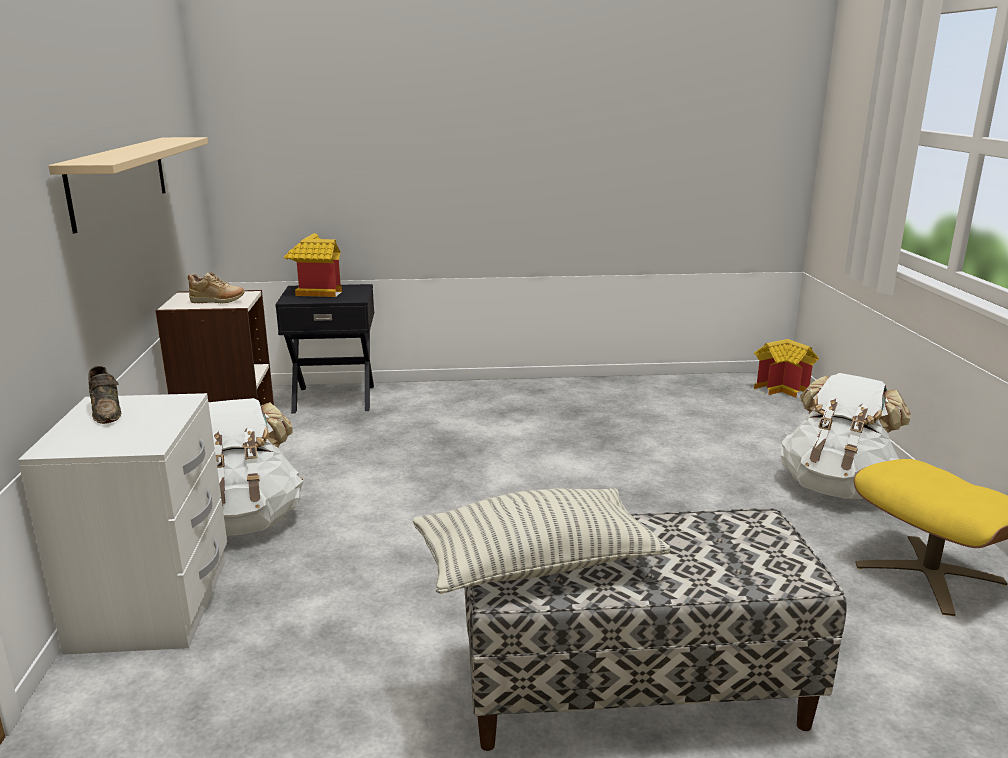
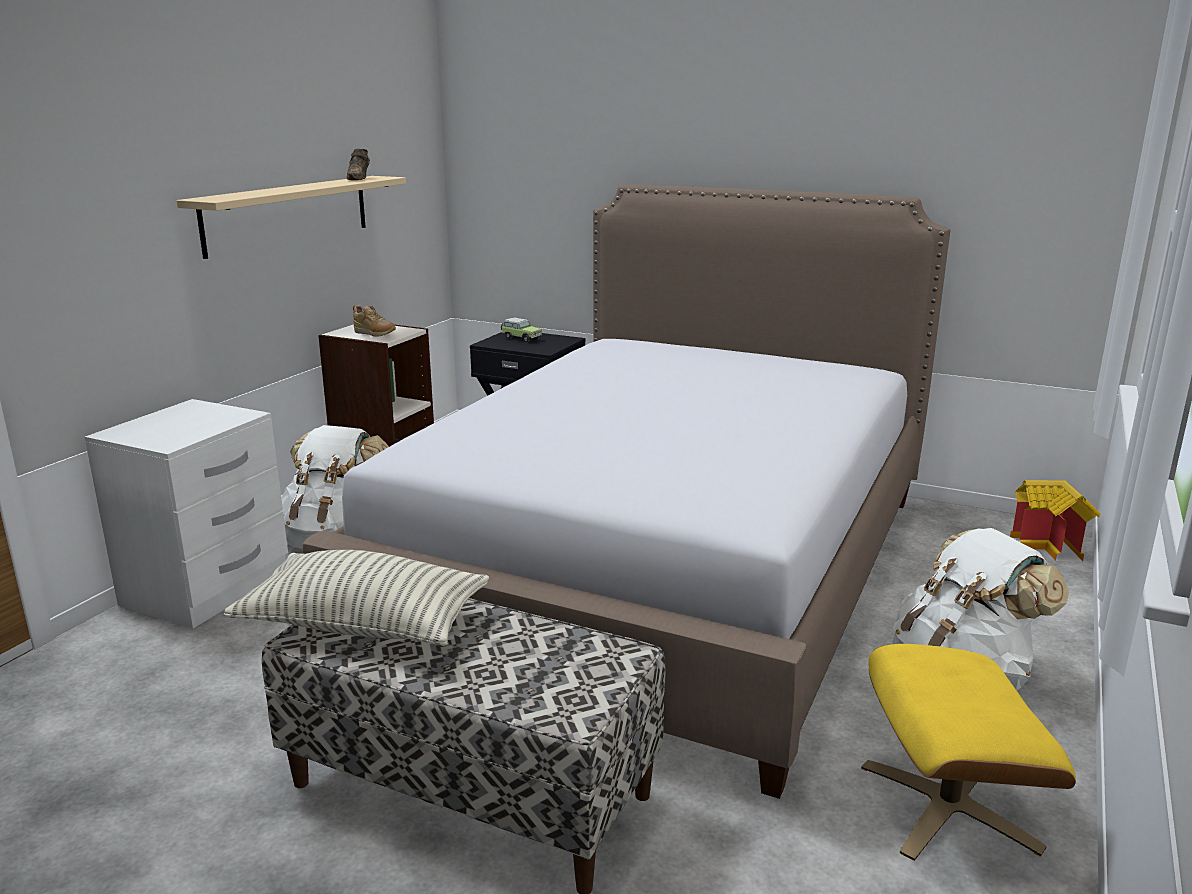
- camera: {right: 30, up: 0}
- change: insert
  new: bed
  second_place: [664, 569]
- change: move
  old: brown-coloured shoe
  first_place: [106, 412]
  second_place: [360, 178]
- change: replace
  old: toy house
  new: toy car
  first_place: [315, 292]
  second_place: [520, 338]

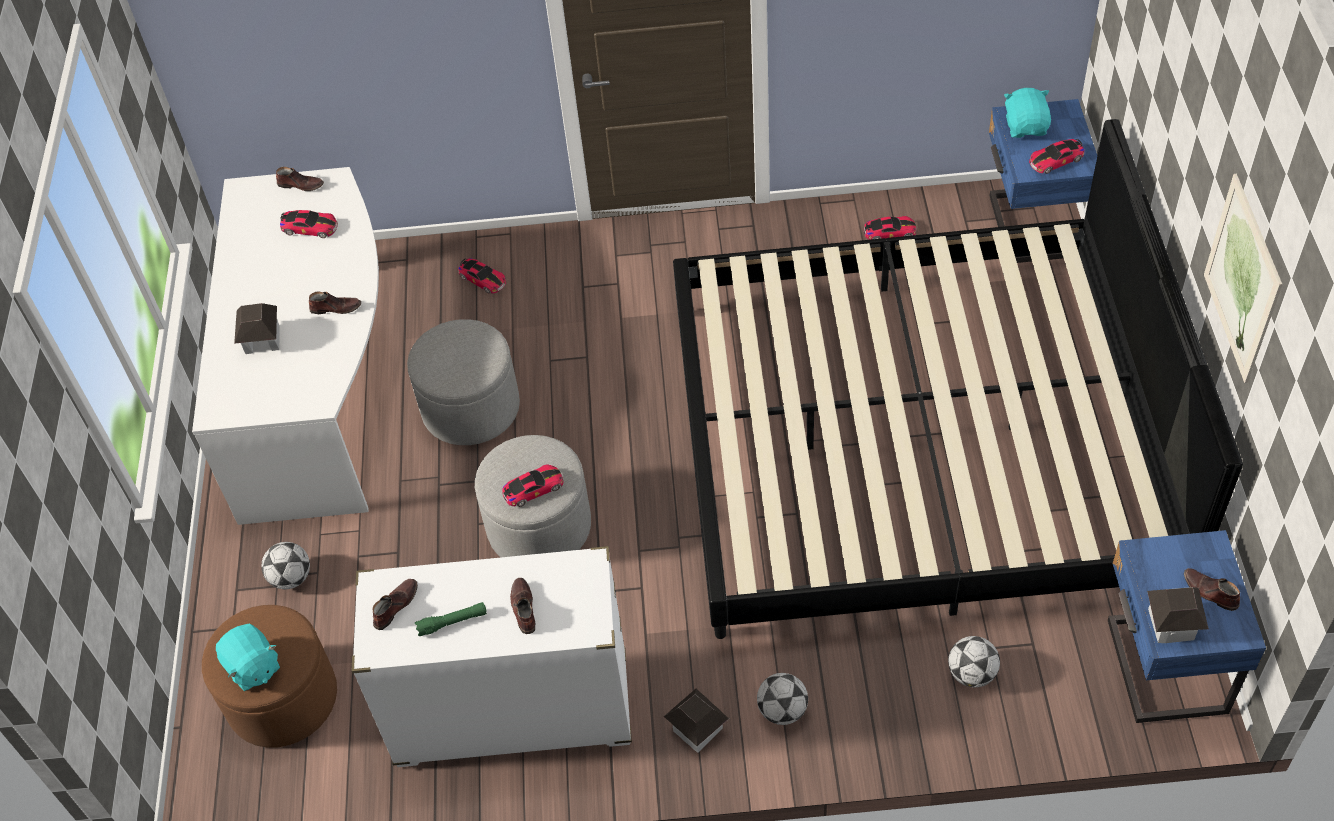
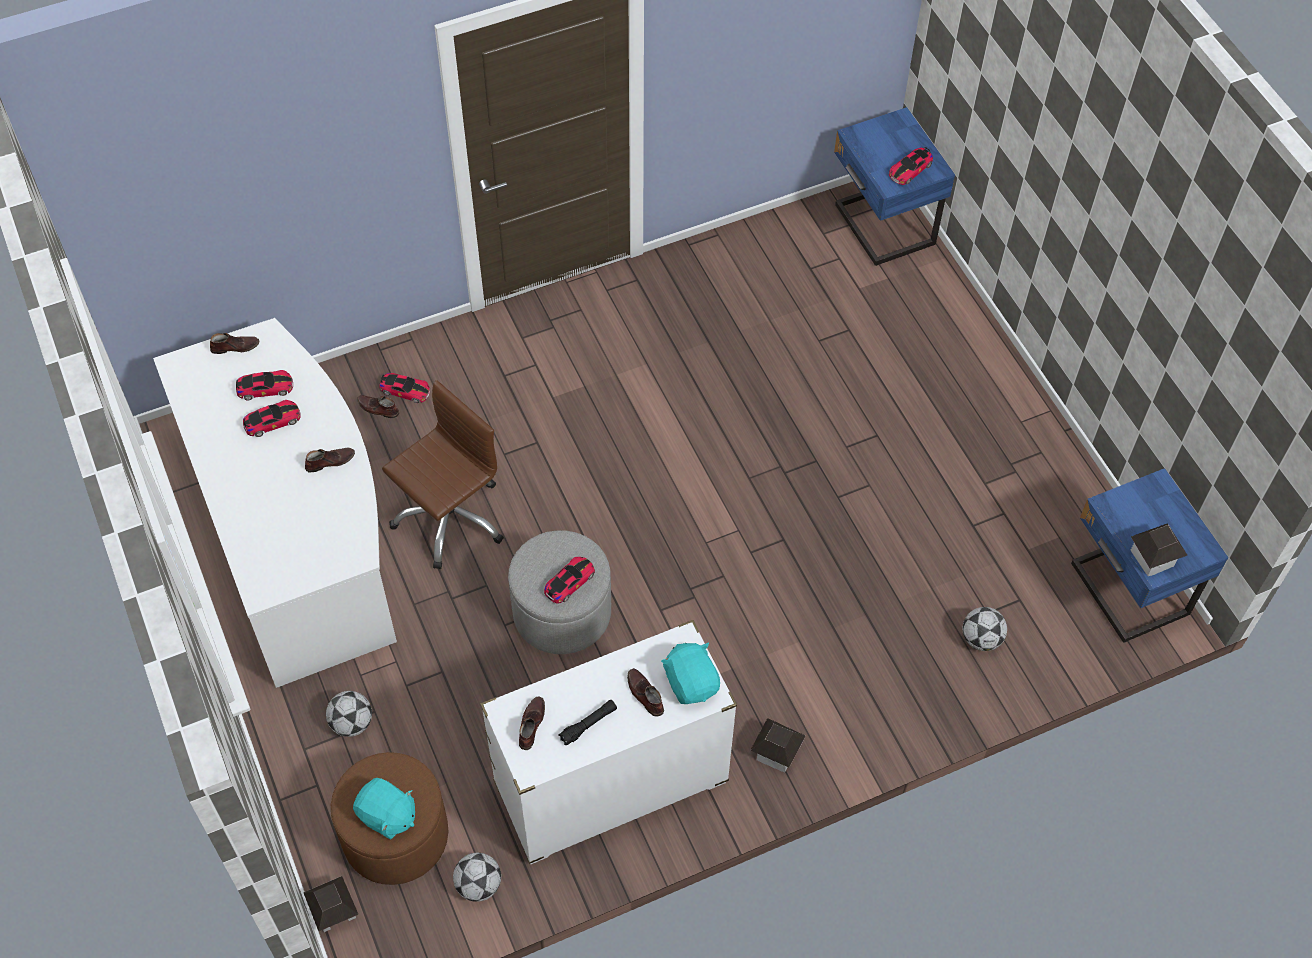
- camera: {right: -25, up: 5}
- change: move
  old: toy car
  first_place: [889, 232]
  second_place: [272, 421]
- change: move
  old: toy house
  first_place: [262, 340]
  second_place: [334, 911]
- change: move
  old: brown-coloured shoe
  first_place: [1209, 592]
  second_place: [378, 409]
- change: replace
  old: gray pouffe
  new: brown-coloured computer chair
  first_place: [471, 408]
  second_place: [449, 518]
- change: move
  old: ball for football
  first_place: [782, 710]
  second_place: [479, 885]
- change: recolor
  old: green-coloured flashlight
  new: blackish flashlight
  first_place: [452, 622]
  second_place: [588, 725]
- change: move
  old: turquoise-coloured cuddly toy
  first_place: [1026, 127]
  second_place: [691, 682]
- change: delete
  old: bed
  first_place: [915, 442]
- change: delete
  old: wall art
  first_place: [1242, 279]

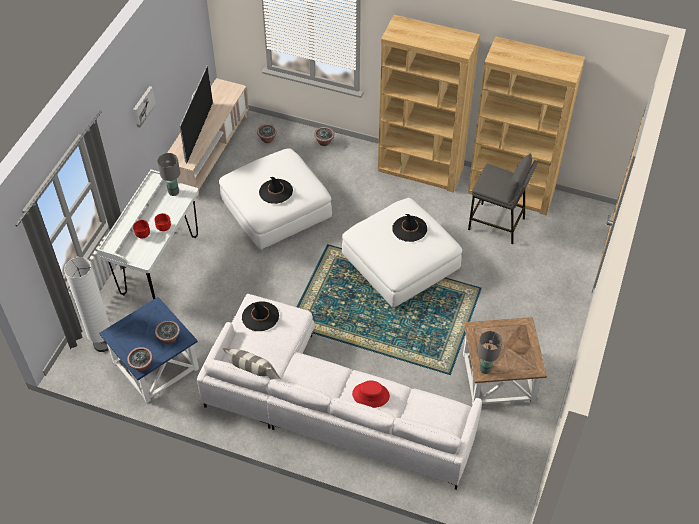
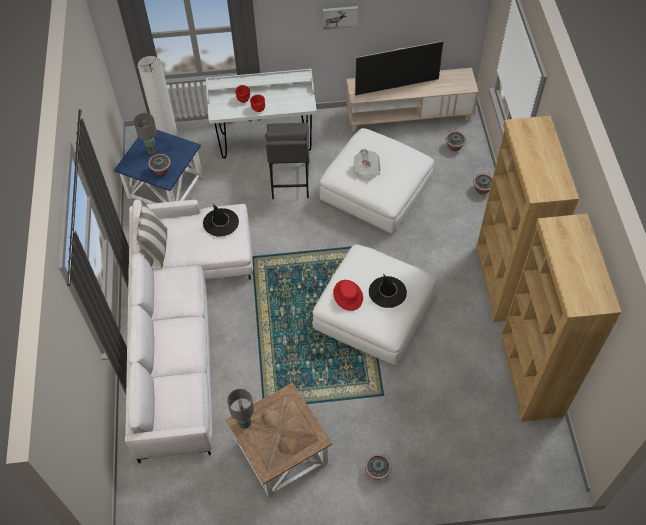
- camera: {right: 65, up: 5}
- change: move
  old: gray table lamp
  first_place: [174, 192]
  second_place: [152, 150]
- change: move
  old: gray stool
  first_place: [496, 224]
  second_place: [290, 180]
- change: move
  old: reddish wearable hat
  first_place: [370, 395]
  second_place: [348, 295]
- change: replace
  old: blackish wearable hat
  new: daily paper
  first_place: [275, 191]
  second_place: [367, 170]
- change: move
  old: potted plant
  first_place: [142, 366]
  second_place: [377, 472]

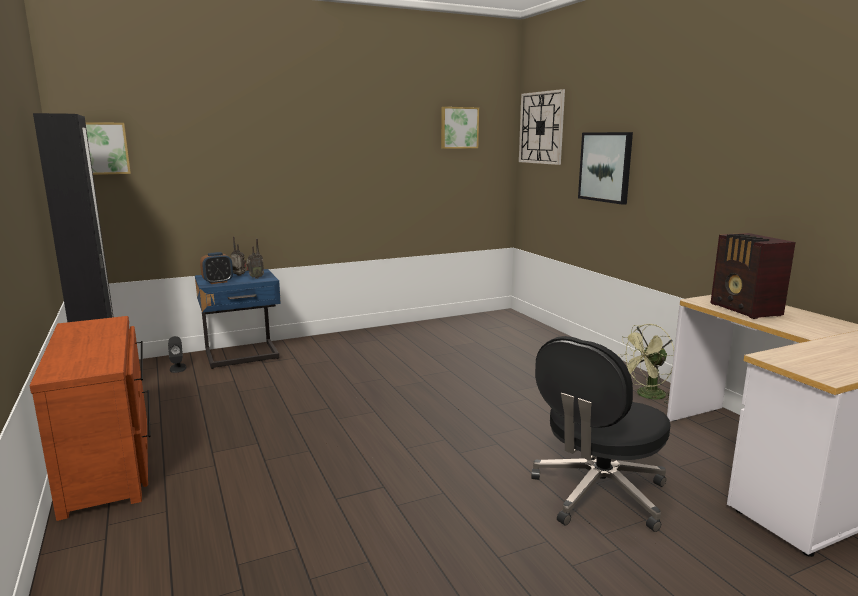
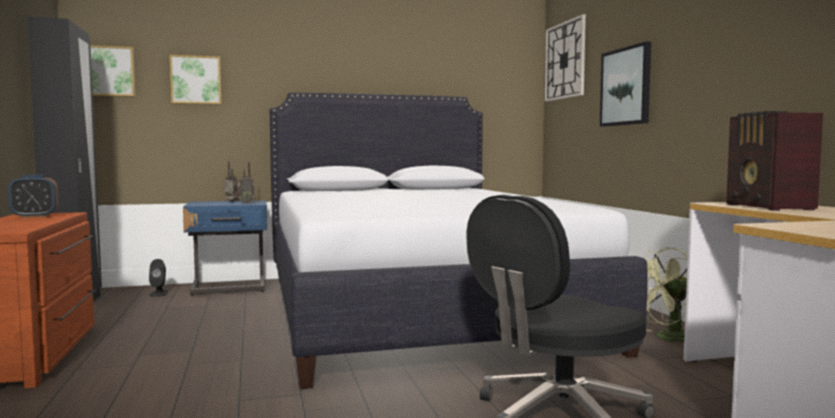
- camera: {right: 10, up: -10}
- change: move
  old: table clock
  first_place: [218, 282]
  second_place: [34, 216]
- change: move
  old: wall art
  first_place: [459, 128]
  second_place: [196, 80]
- change: insert
  new: white bed
  second_place: [415, 309]

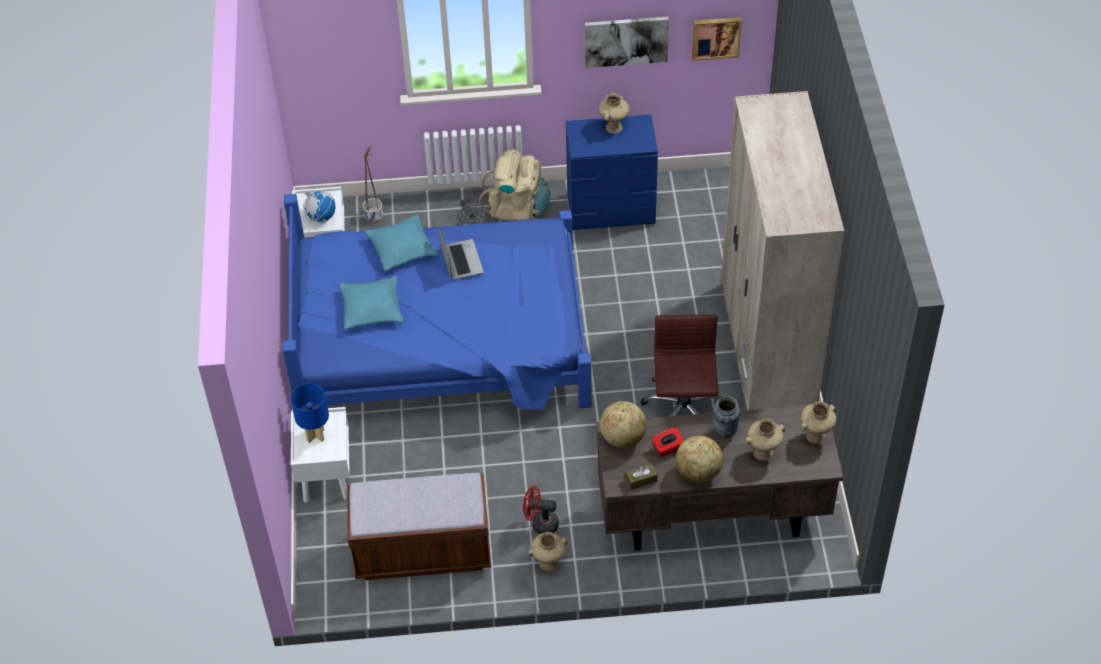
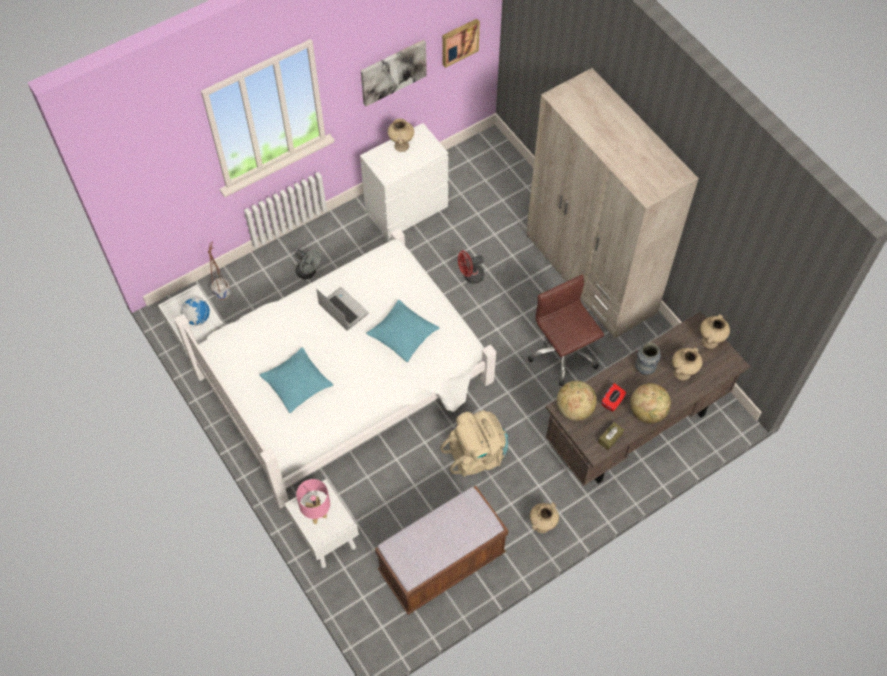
- camera: {right: -30, up: 10}
- change: recolor
  old: blue-coloured bed
  new: white bed
  first_place: [443, 342]
  second_place: [346, 378]
- change: recolor
  old: blue-coloured table lamp
  new: pink-coloured table lamp
  first_place: [315, 435]
  second_place: [317, 514]
- change: recolor
  old: blue-coloured drawer chest
  new: white drawer chest
  first_place: [611, 210]
  second_place: [407, 208]
- change: move
  old: turquoise-coloured cushion
  first_place: [402, 249]
  second_place: [403, 334]
- change: move
  old: beige-coloured rucksack
  first_place: [517, 208]
  second_place: [477, 455]
- change: move
  old: reddish electric fan
  first_place: [540, 523]
  second_place: [470, 276]

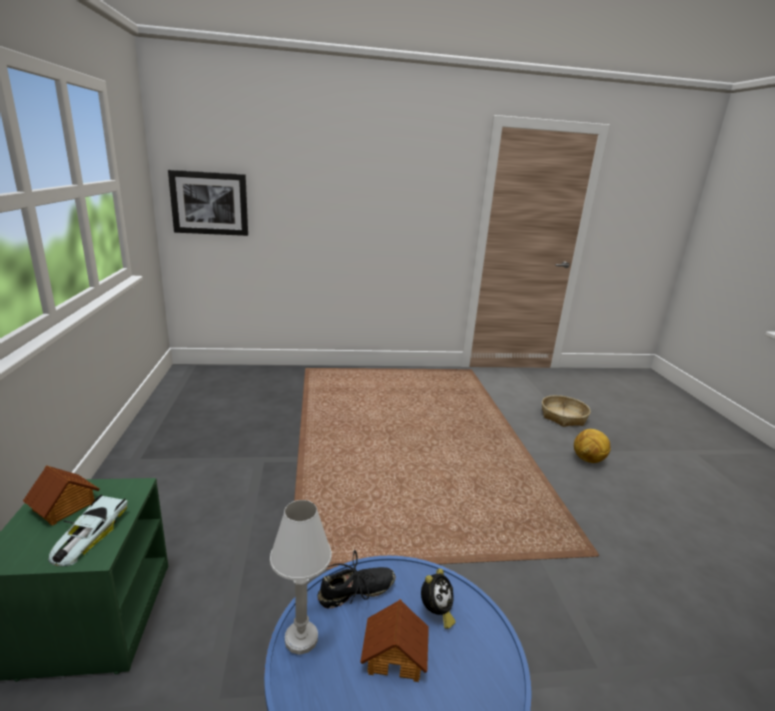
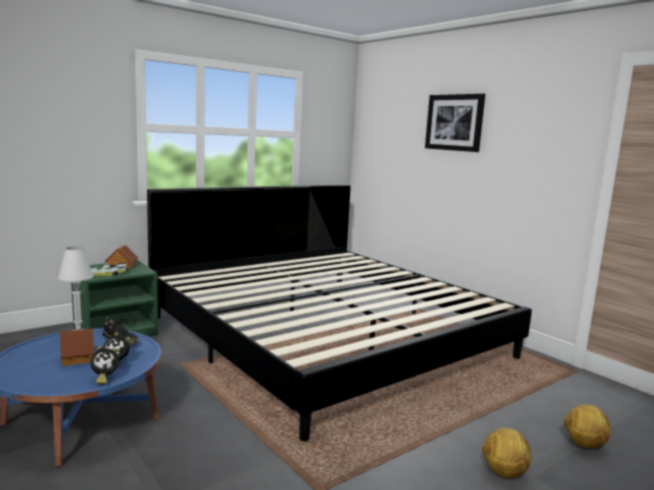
- camera: {right: 60, up: -10}
- change: insert
  new: table clock
  second_place: [104, 378]
- change: insert
  new: bed
  second_place: [327, 336]
- change: move
  old: wall art
  first_place: [209, 203]
  second_place: [454, 122]
- change: replace
  old: storage basket
  new: ball for football
  first_place: [563, 417]
  second_place: [583, 445]

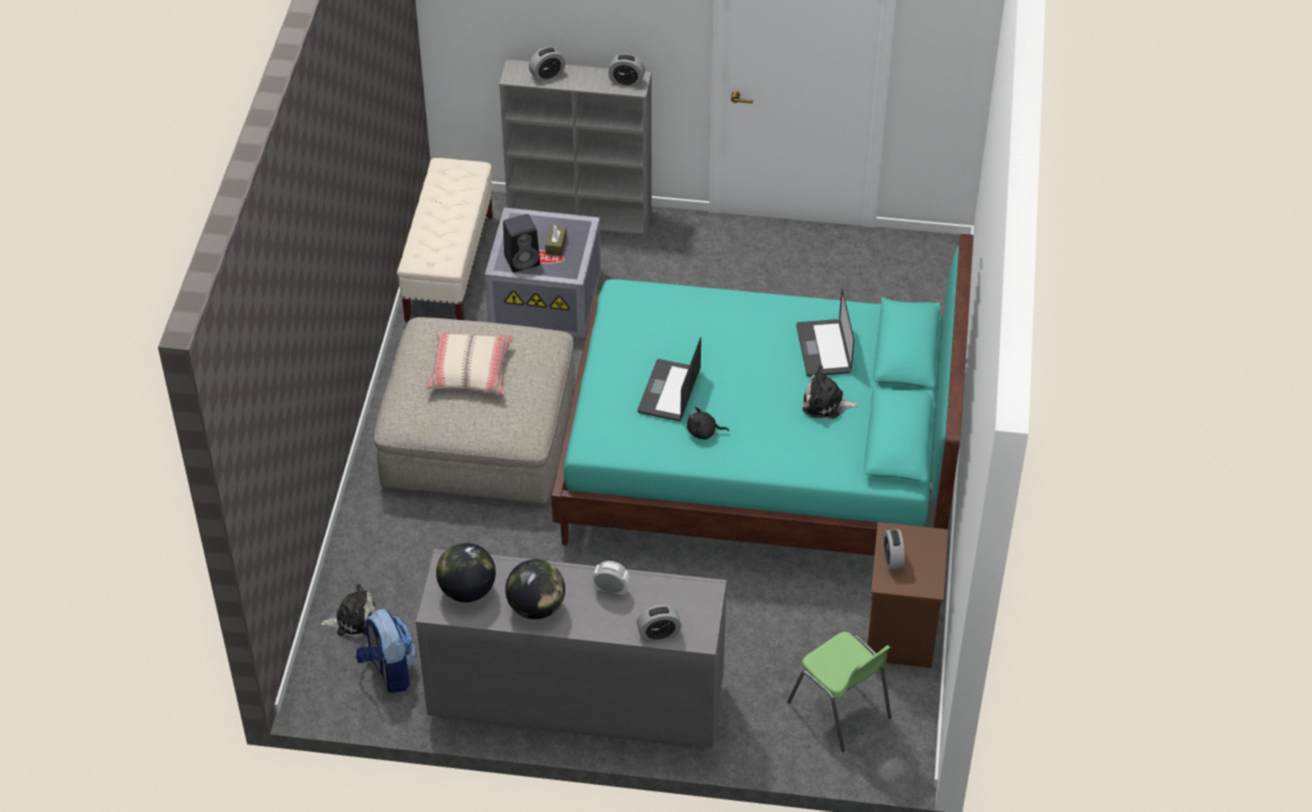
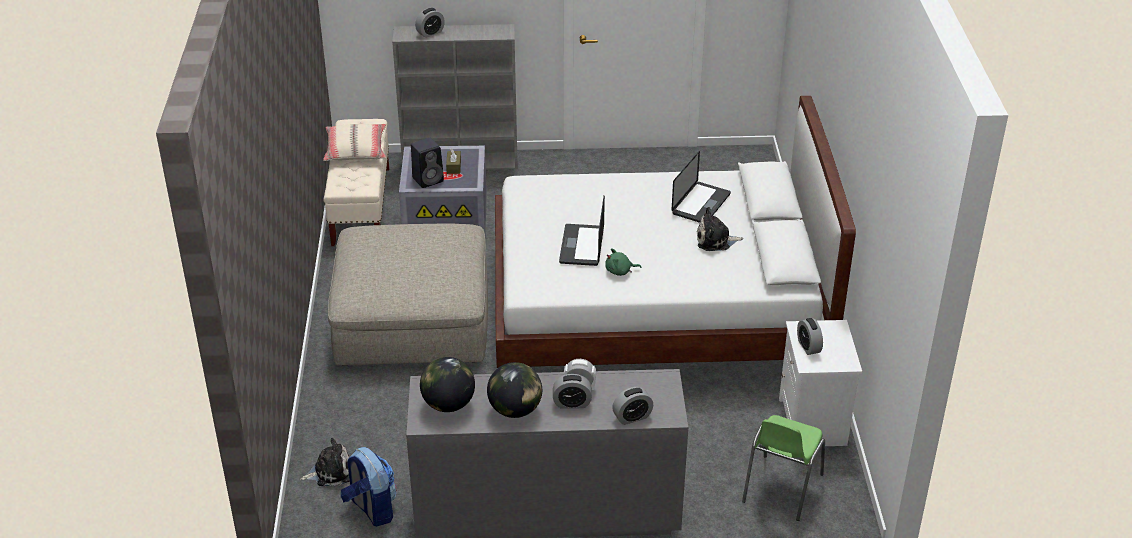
- camera: {right: -10, up: -10}
- change: move
  old: beige-coloured cushion
  first_place: [470, 371]
  second_place: [356, 150]
- change: recolor
  old: turquoise-coloured bed
  new: white bed
  first_place: [760, 465]
  second_place: [656, 314]
- change: move
  old: table clock
  first_place: [626, 81]
  second_place: [572, 403]
- change: recolor
  old: blackish cuddly toy
  new: green-coloured cuddly toy
  first_place: [704, 432]
  second_place: [620, 271]
- change: rotate
  old: laptop
  first_place: [823, 349]
  second_place: [701, 204]
  degrees: -135
- change: rotate
  old: green-coloured chair
  first_place: [840, 710]
  second_place: [781, 488]
  degrees: 75
- change: recolor
  old: brown-coloured night table
  new: white night table
  first_place: [902, 634]
  second_place: [814, 423]

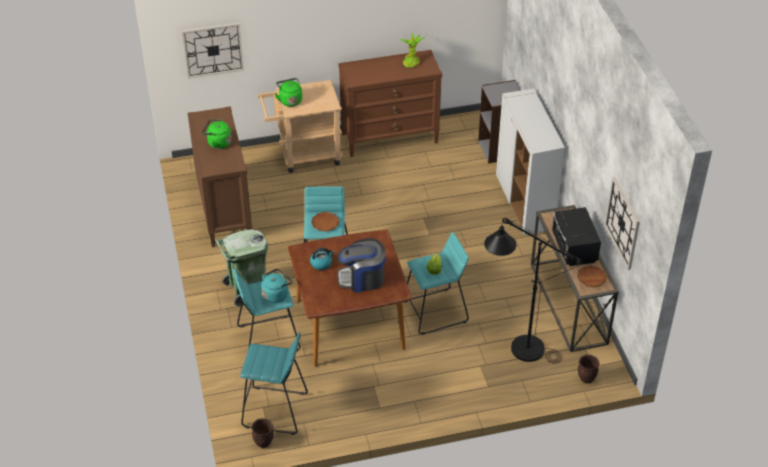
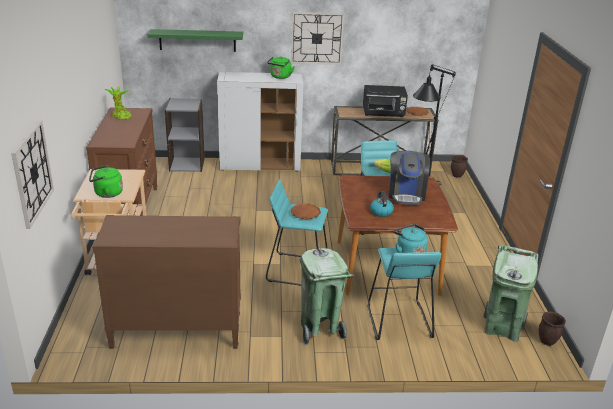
- camera: {right: -80, up: -15}
- change: insert
  new: green-coloured wall shelf
  second_place: [197, 40]
- change: move
  old: green-coloured tea kettle
  first_place: [218, 143]
  second_place: [280, 77]
- change: move
  old: wall clock
  first_place: [622, 223]
  second_place: [317, 38]
- change: replace
  old: turquoise-coloured stool
  new: green-coloured trash can
  first_place: [275, 411]
  second_place: [502, 328]

